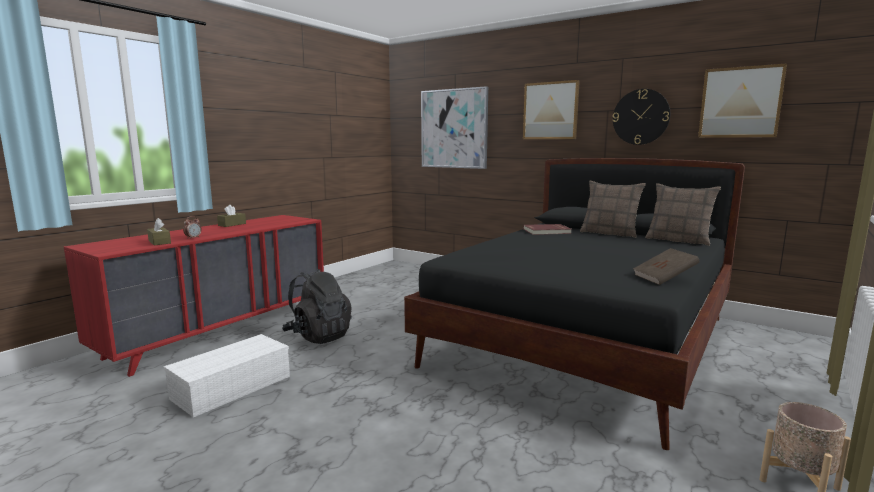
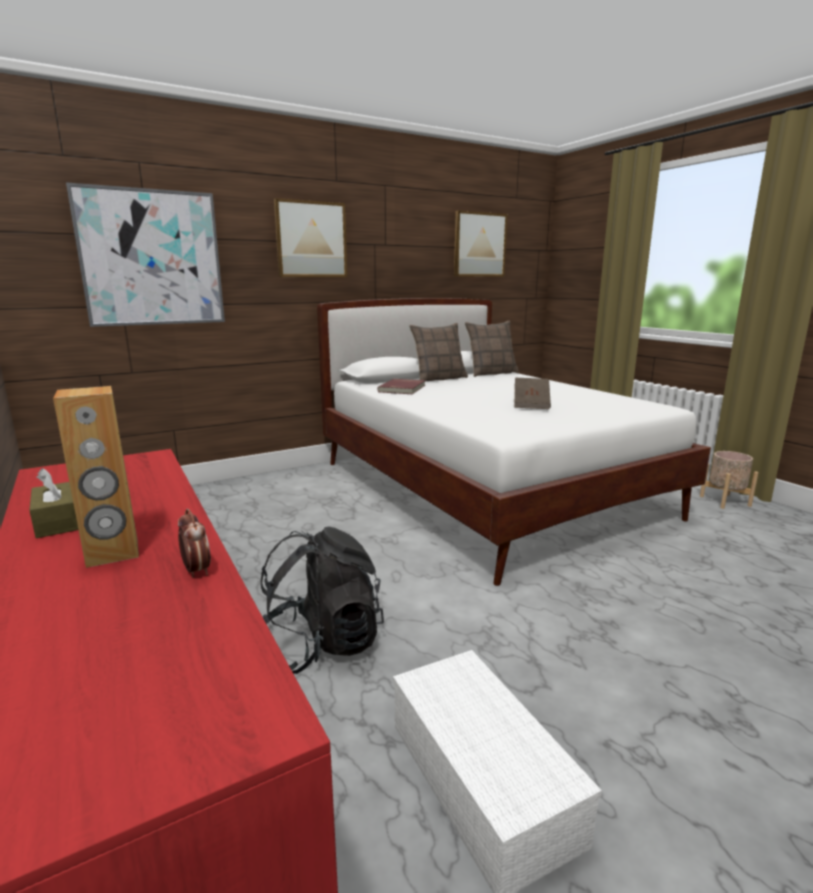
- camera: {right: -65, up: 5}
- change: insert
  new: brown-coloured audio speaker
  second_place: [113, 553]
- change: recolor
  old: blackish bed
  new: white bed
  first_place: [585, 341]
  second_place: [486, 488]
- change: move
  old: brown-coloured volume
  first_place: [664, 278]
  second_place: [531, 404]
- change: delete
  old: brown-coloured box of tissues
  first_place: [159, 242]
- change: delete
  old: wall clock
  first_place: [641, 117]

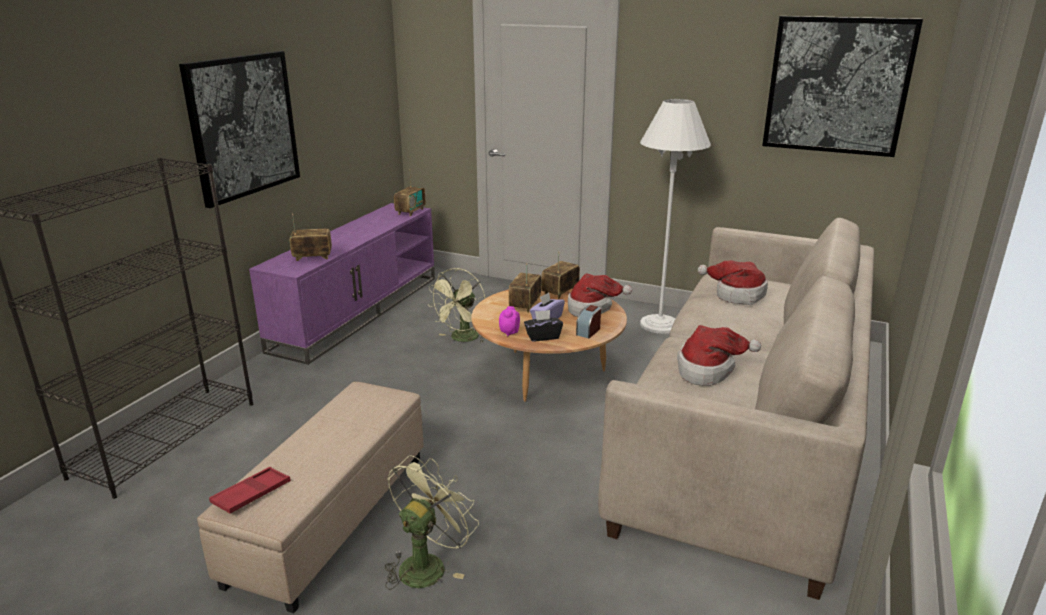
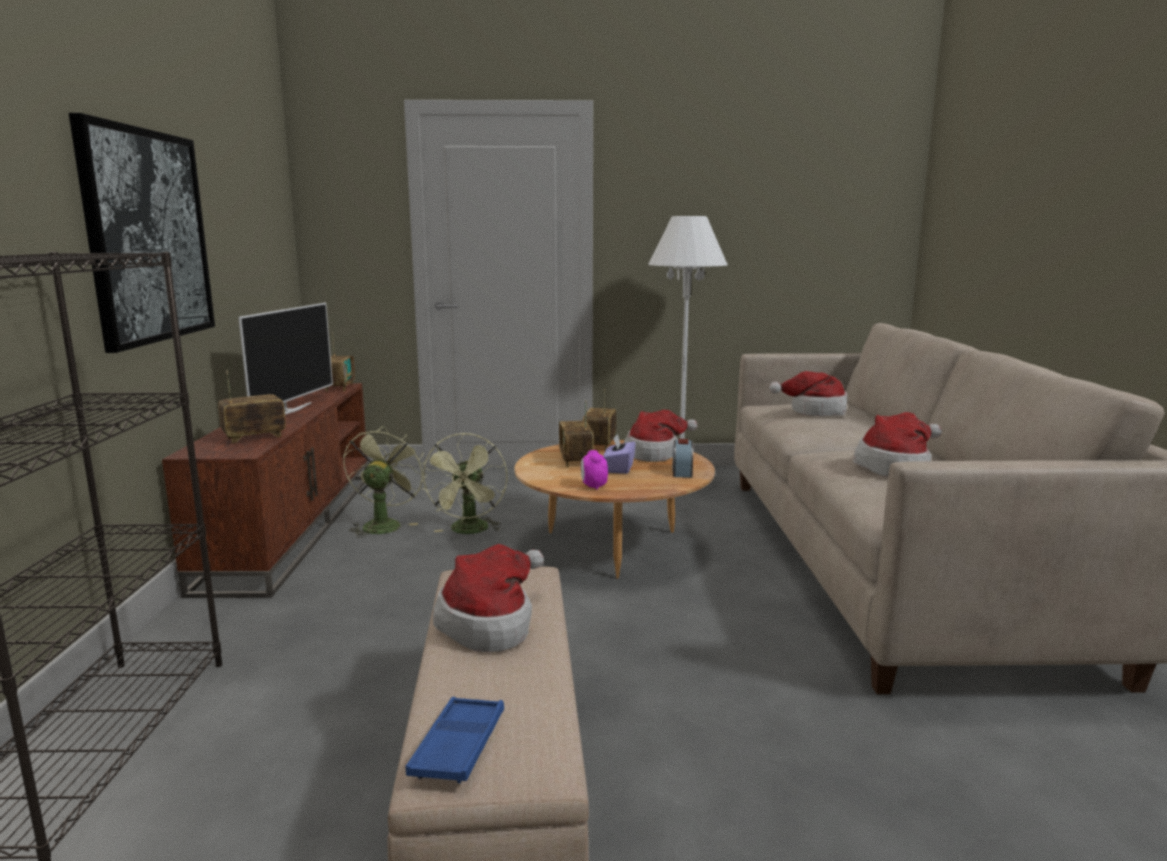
- camera: {right: -25, up: -10}
- change: recolor
  old: purplish media console
  new: brown-coloured media console
  first_place: [358, 311]
  second_place: [292, 526]
- change: insert
  new: TV
  second_place: [289, 410]
- change: move
  old: green-coloured electric fan
  first_place: [427, 564]
  second_place: [383, 524]
- change: recolor
  old: reddish tray
  new: blue-coloured tray
  first_place: [251, 494]
  second_place: [458, 746]
- change: insert
  new: wearable hat
  second_place: [491, 623]
- change: delete
  old: blackish box of tissues
  first_place: [543, 336]
- change: delete
  old: wall art
  first_place: [837, 86]

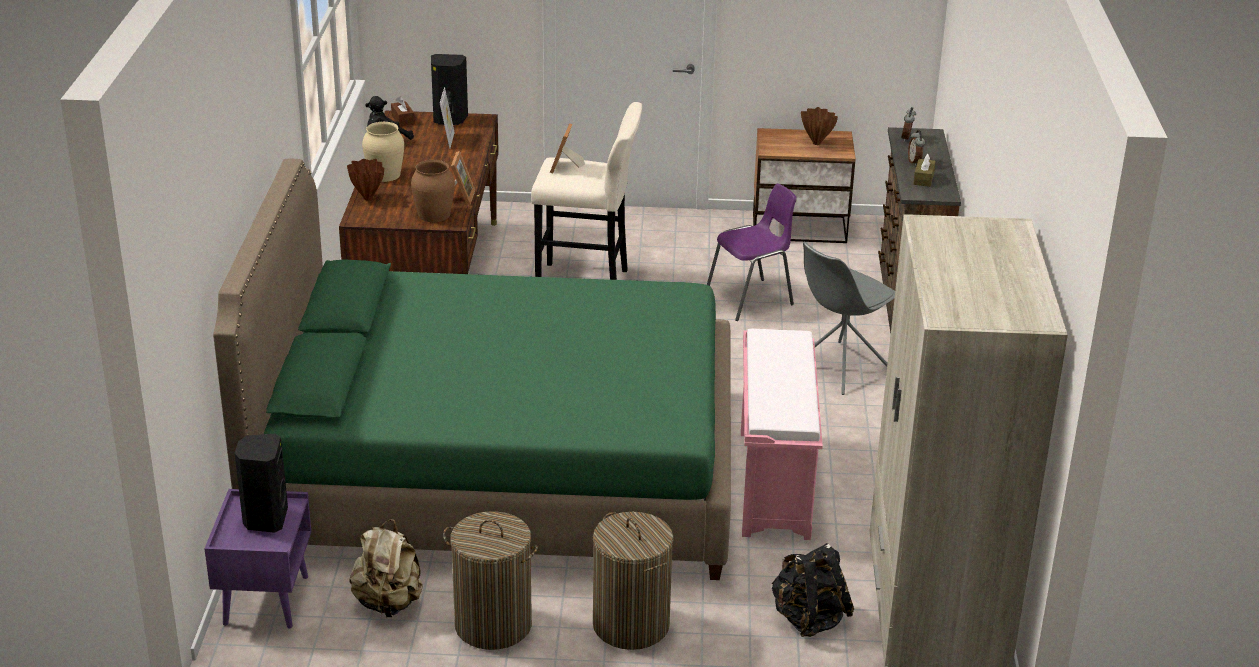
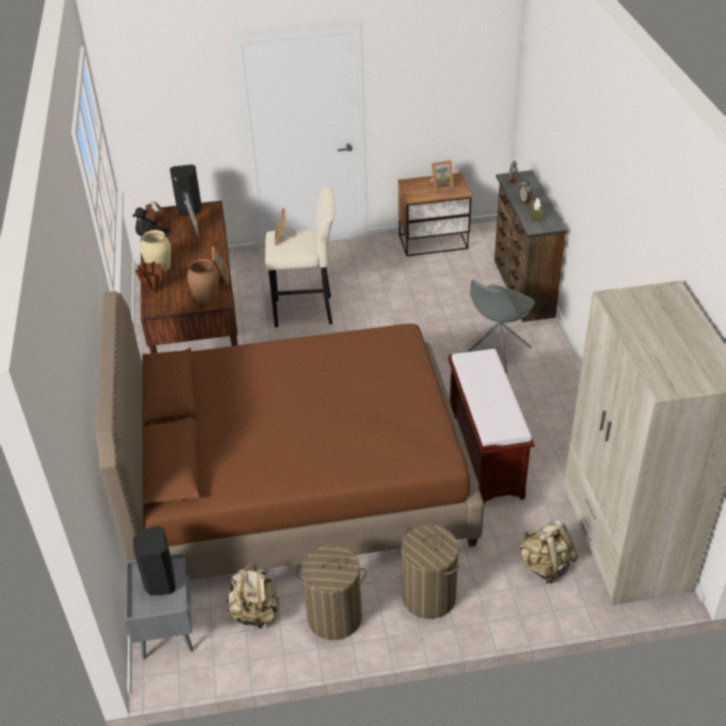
- camera: {right: -10, up: 10}
- change: recolor
  old: green-coloured bed
  new: brown-coloured bed
  first_place: [500, 472]
  second_place: [297, 483]
- change: recolor
  old: purplish night table
  new: gray night table
  first_place: [265, 599]
  second_place: [166, 629]
- change: replace
  old: brown-coloured vase
  new: photo frame
  first_place: [816, 143]
  second_place: [441, 186]
- change: recolor
  old: pink-coloured long seat
  new: brown-coloured long seat
  first_place: [773, 482]
  second_place: [484, 455]
- change: recolor
  old: blackish rucksack
  new: beige-coloured rucksack
  first_place: [809, 619]
  second_place: [545, 566]
- change: delete
  old: purplish chair
  first_place: [751, 299]

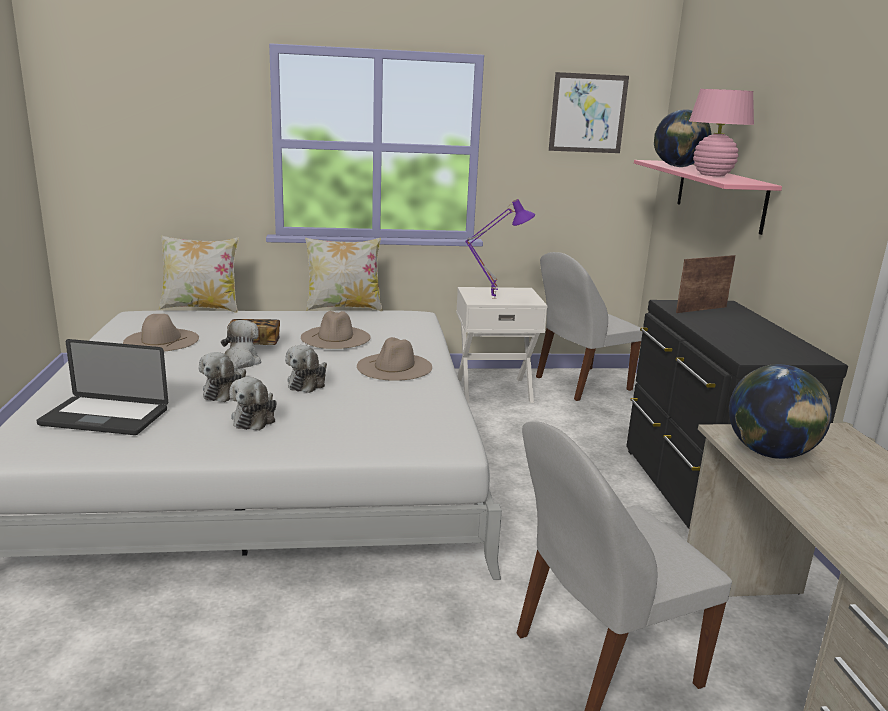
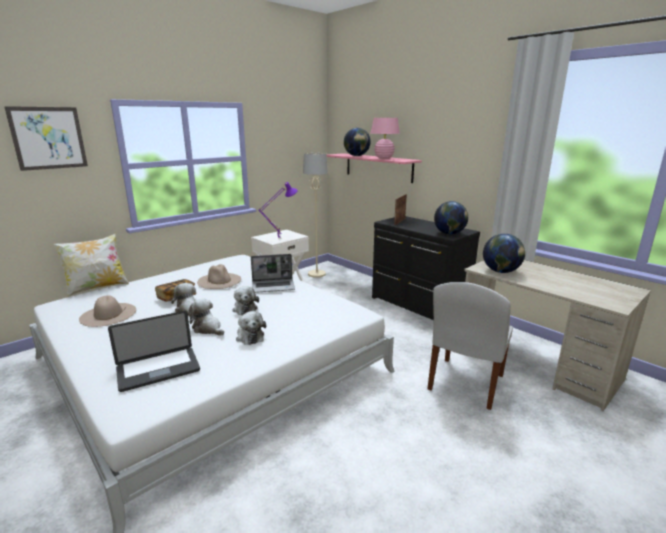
- camera: {right: -35, up: 0}
- change: move
  old: wall art
  first_place: [588, 113]
  second_place: [48, 138]
- change: rotate
  old: cuddly toy
  first_place: [225, 391]
  second_place: [208, 328]
  degrees: 150
- change: replace
  old: beige-coloured wearable hat
  new: laptop
  first_place: [394, 366]
  second_place: [273, 286]
- change: replace
  old: white chair
  new: beige-coloured standing lamp
  first_place: [580, 384]
  second_place: [316, 274]
- change: insert
  new: world globe
  second_place: [449, 234]
- change: delete
  old: cushion
  first_place: [344, 307]

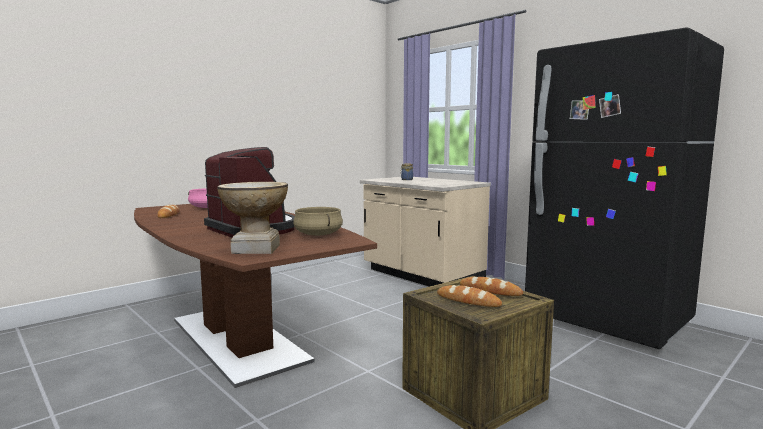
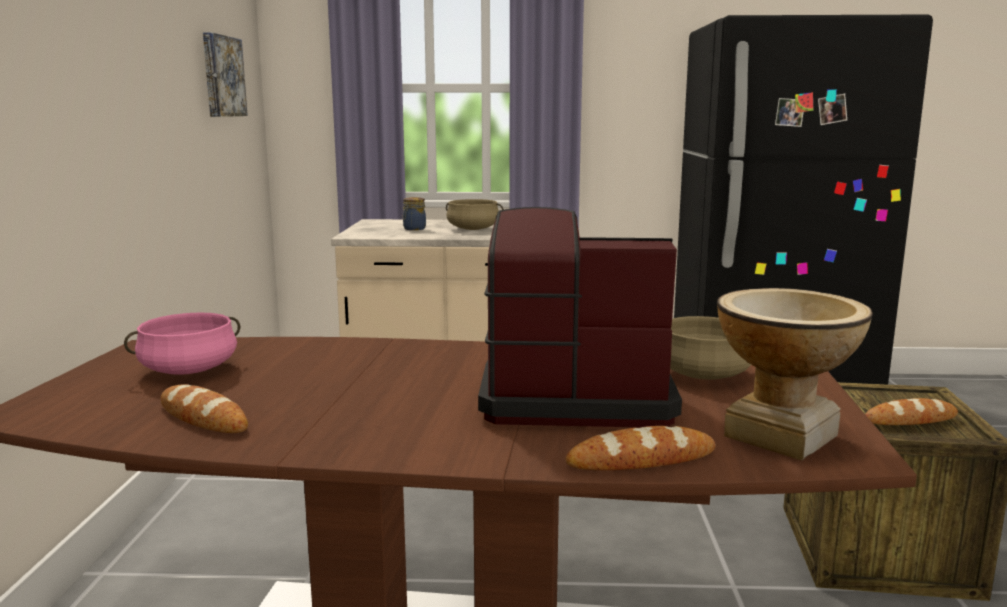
- camera: {right: -45, up: 5}
- change: insert
  new: wall art
  second_place: [221, 76]
- change: insert
  new: beige-coloured cooking pot
  second_place: [473, 229]
- change: move
  old: baked bread
  first_place: [490, 291]
  second_place: [641, 459]

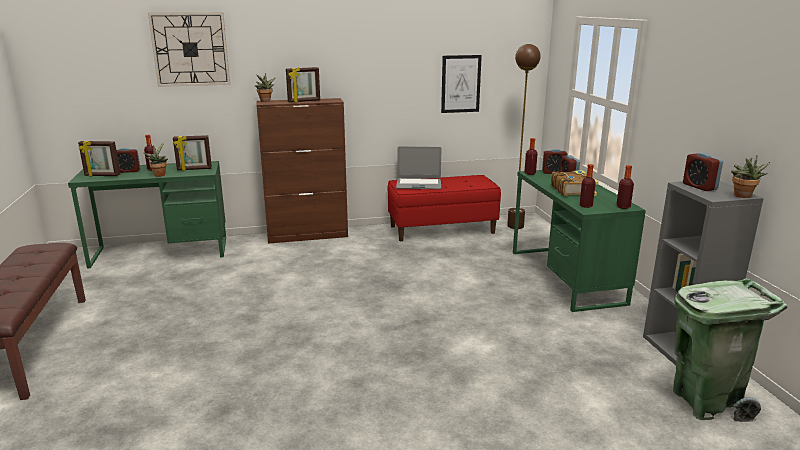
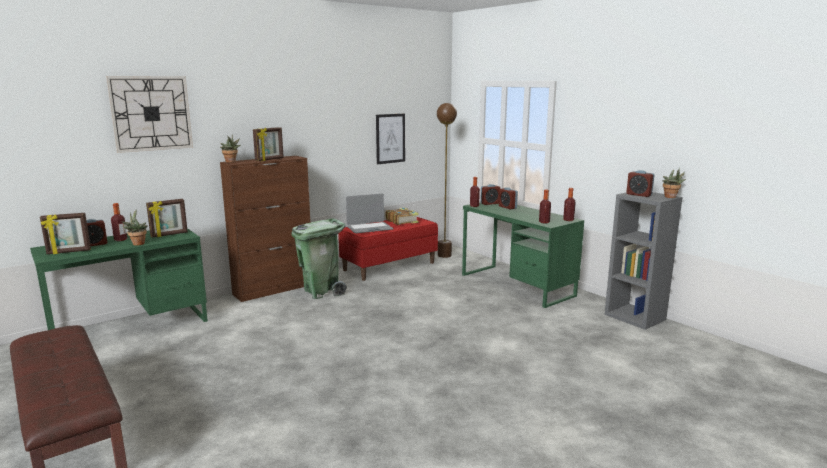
- camera: {right: -25, up: -5}
- change: move
  old: green-coloured trash can
  first_place: [706, 402]
  second_place: [321, 292]
- change: move
  old: volume
  first_place: [573, 190]
  second_place: [402, 221]

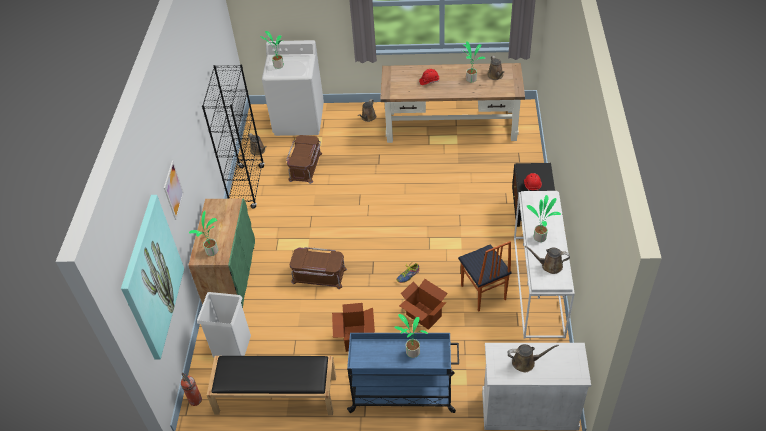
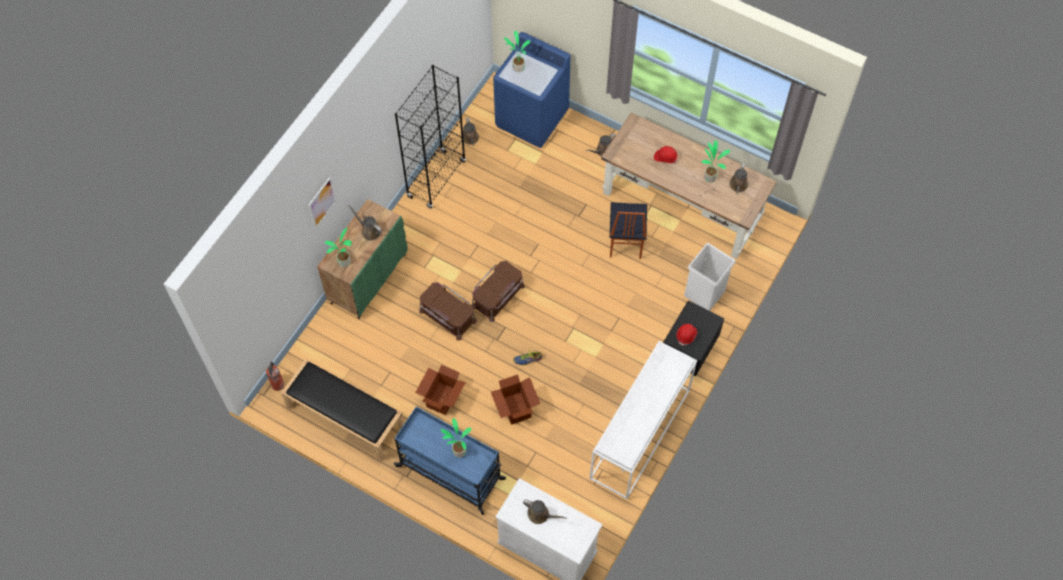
- camera: {right: 25, up: 15}
- change: move
  old: brown-coloured sprinkling can
  first_place: [549, 265]
  second_place: [369, 230]
- change: move
  old: brown-coloured storage box
  first_place: [306, 166]
  second_place: [498, 296]
- change: recolor
  old: white laundry machine
  new: blue-coloured laundry machine
  first_place: [299, 120]
  second_place: [532, 118]
- change: move
  old: chair
  first_place: [482, 293]
  second_place: [625, 243]
- change: move
  old: white trash can
  first_place: [232, 346]
  second_place: [704, 293]
- change: delete
  old: wall art
  first_place: [151, 277]
- change: delete
  old: potted plant
  first_place: [540, 237]

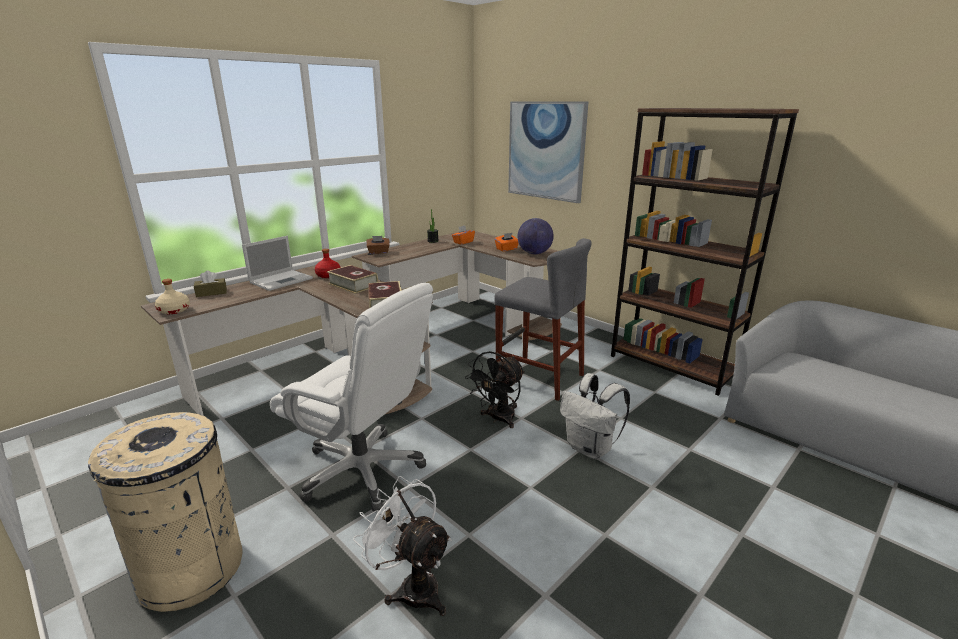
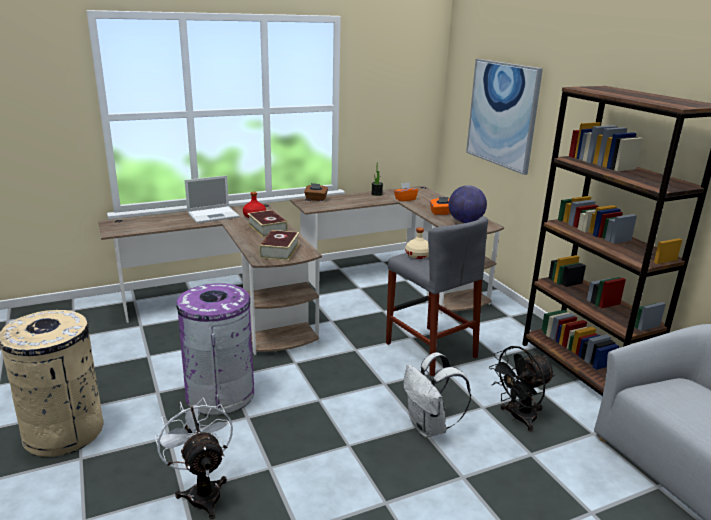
- camera: {right: 20, up: 0}
- change: replace
  old: white computer chair
  new: purplish trash can
  first_place: [363, 471]
  second_place: [220, 394]
- change: move
  old: beige-coloured drink bottle
  first_place: [174, 310]
  second_place: [418, 255]
- change: move
  old: blackish electric fan
  first_place: [498, 419]
  second_place: [518, 418]
- change: delete
  old: brown-coloured box of tissues
  first_place: [211, 293]

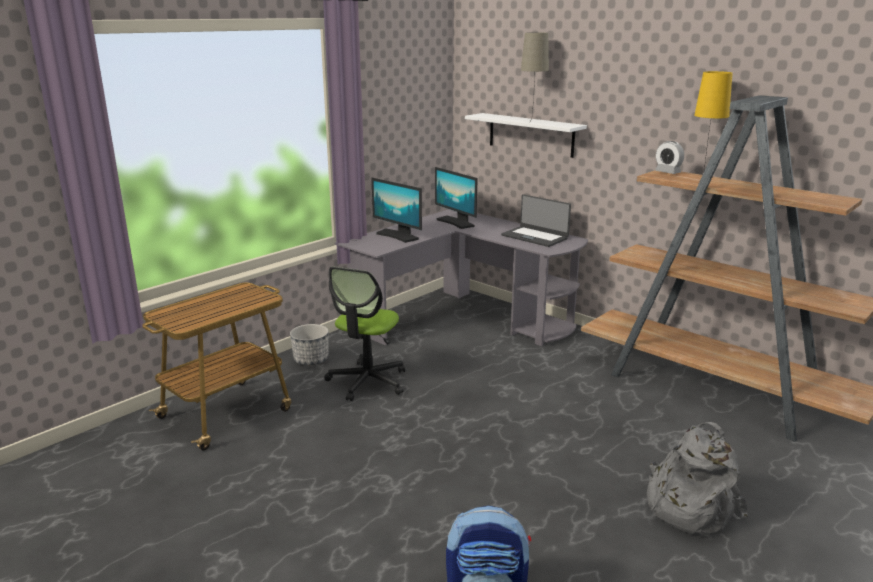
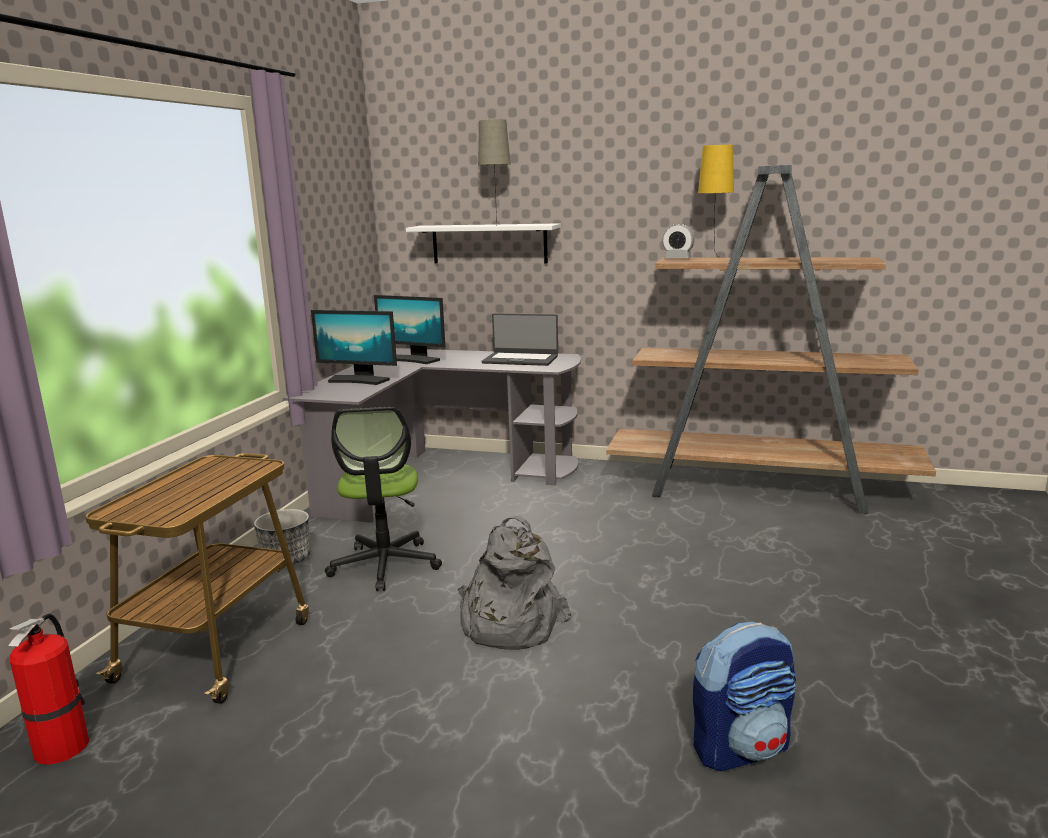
- camera: {right: -25, up: -5}
- change: insert
  new: extinguisher
  second_place: [63, 745]
- change: move
  old: gray rucksack
  first_place: [688, 506]
  second_place: [508, 624]

